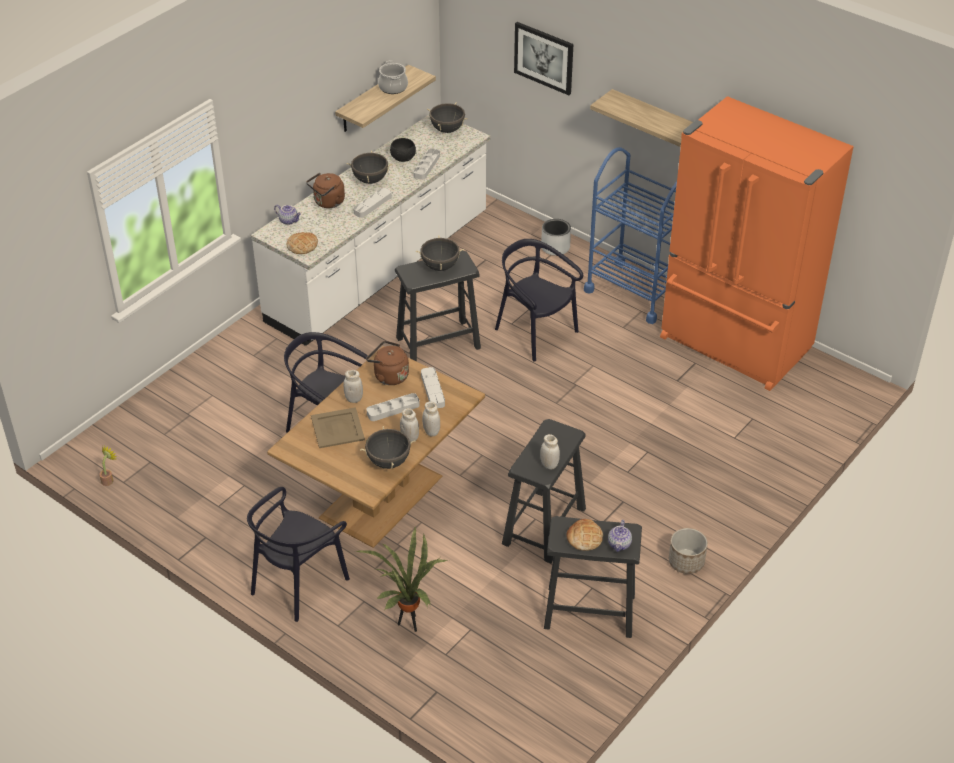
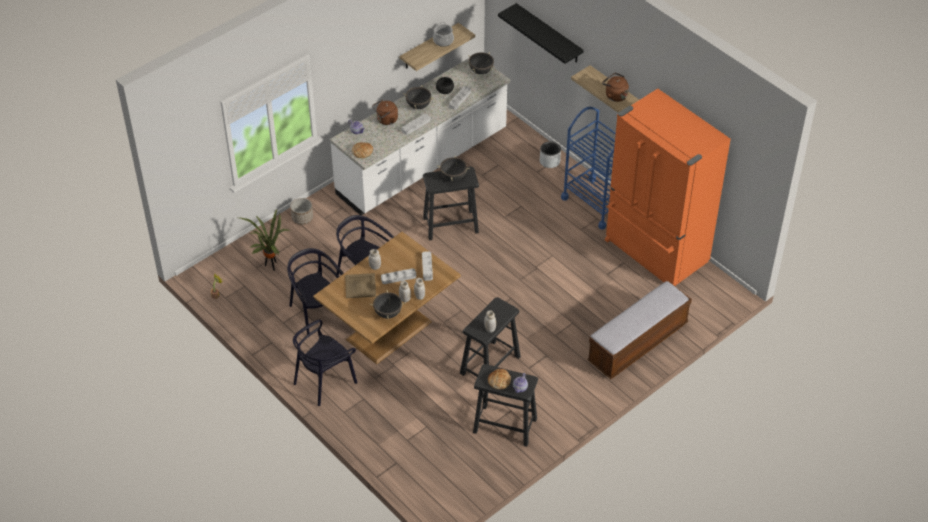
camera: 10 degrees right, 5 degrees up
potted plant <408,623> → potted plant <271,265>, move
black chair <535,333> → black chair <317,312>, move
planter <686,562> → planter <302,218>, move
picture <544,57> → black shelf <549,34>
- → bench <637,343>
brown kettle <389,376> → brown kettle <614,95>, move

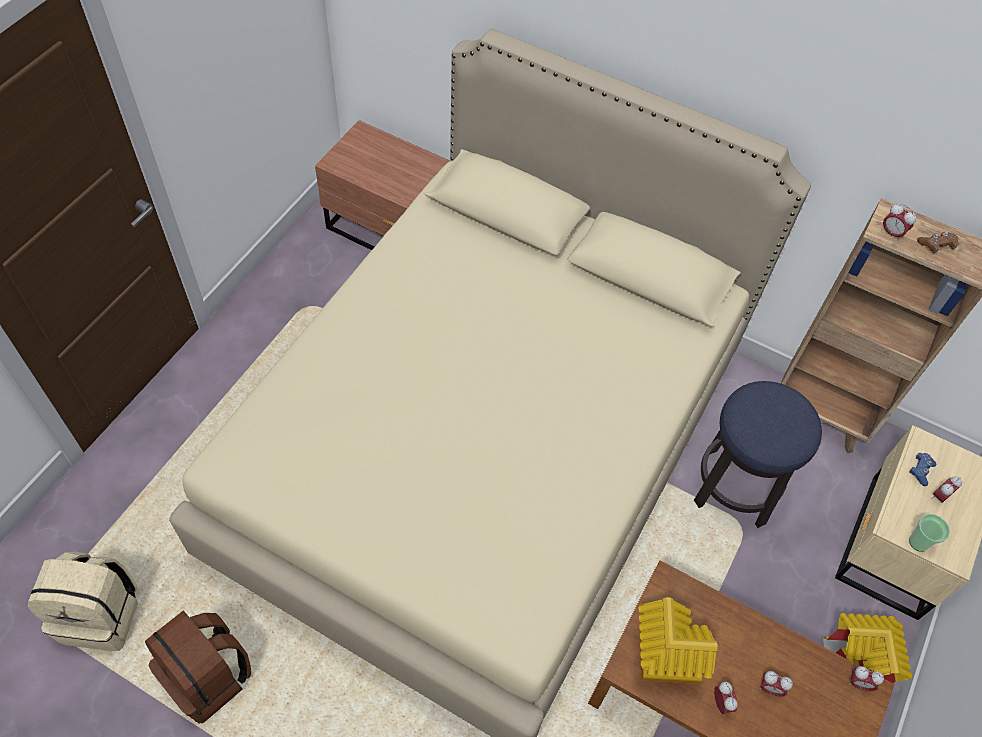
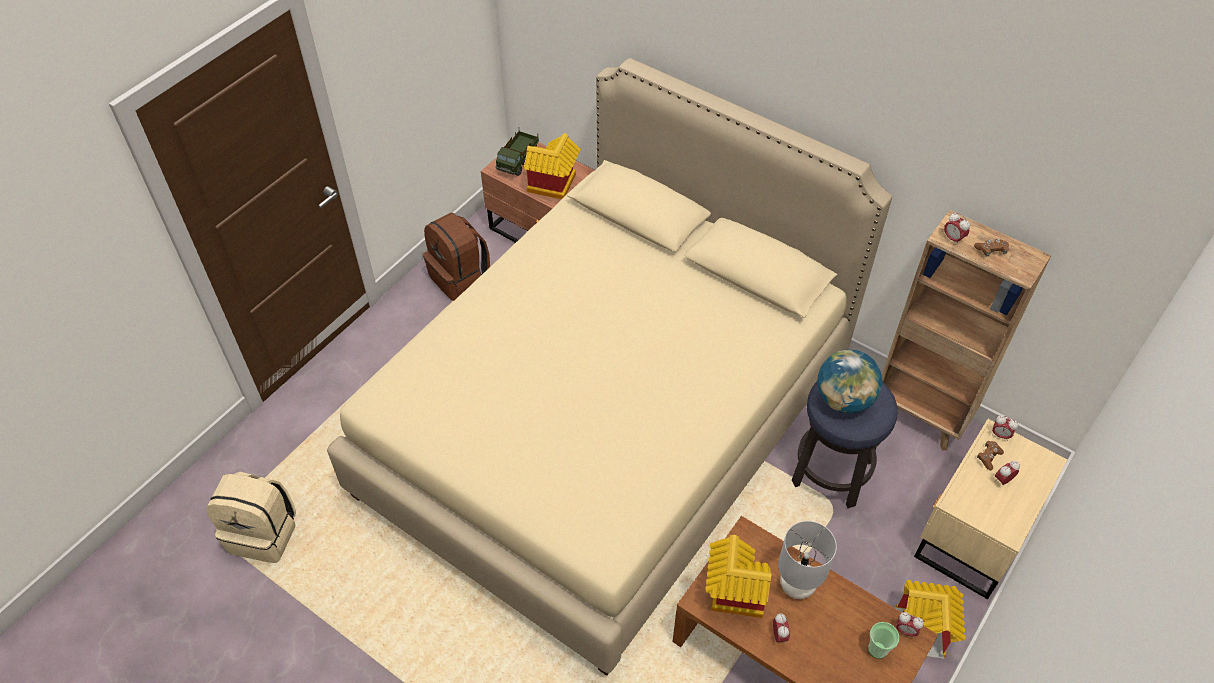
camera: 10 degrees right, 5 degrees down
brown backpack <209,677> → brown backpack <460,278>, move
- → toy truck <518,161>
- → toy house <553,187>
- → grey table lamp <796,586>
- → globe <844,400>
cup <919,542> → cup <877,649>, move
blue game controller <920,470> → brown game controller <988,457>
alarm clock <770,688> → alarm clock <1000,435>, move

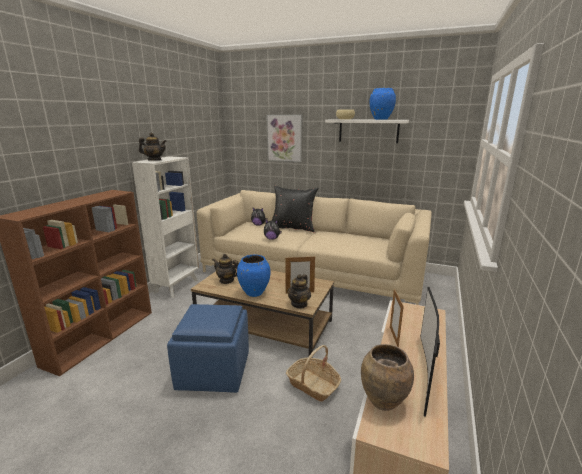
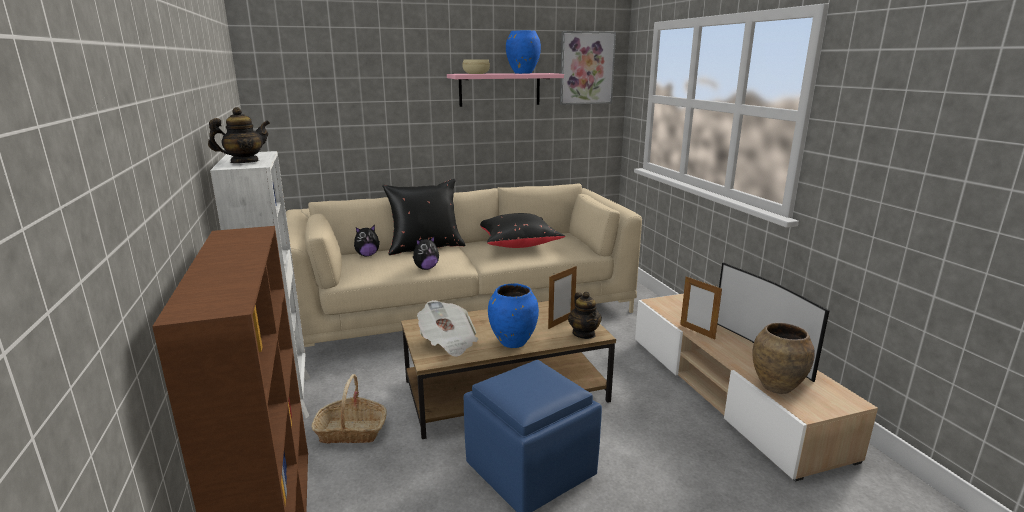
camera: 40 degrees left, 0 degrees up
basket <313,385> → basket <351,431>, move
teapot <226,280> → newspaper <448,342>
white shelf <368,131> → pink shelf <499,89>
- → black pillow <518,244>
picture <285,138> → picture <586,68>, move

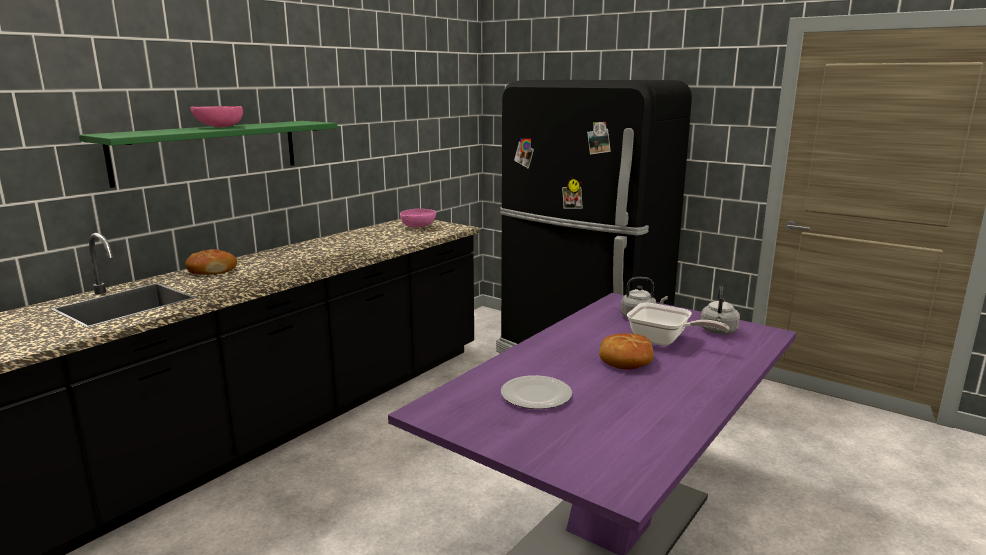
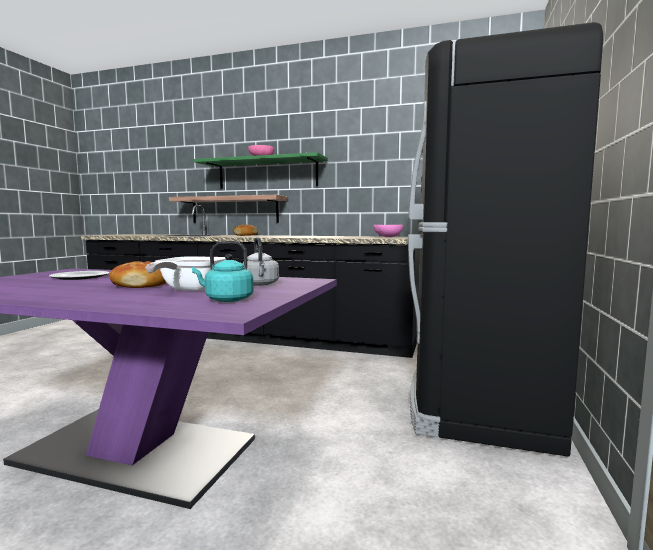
camera: 70 degrees right, 10 degrees down
- → shelf <234,210>
grey kettle <718,331> → turquoise kettle <226,299>

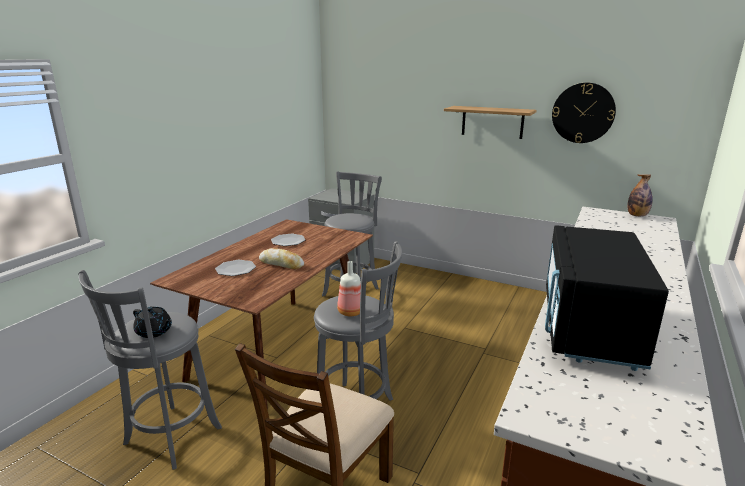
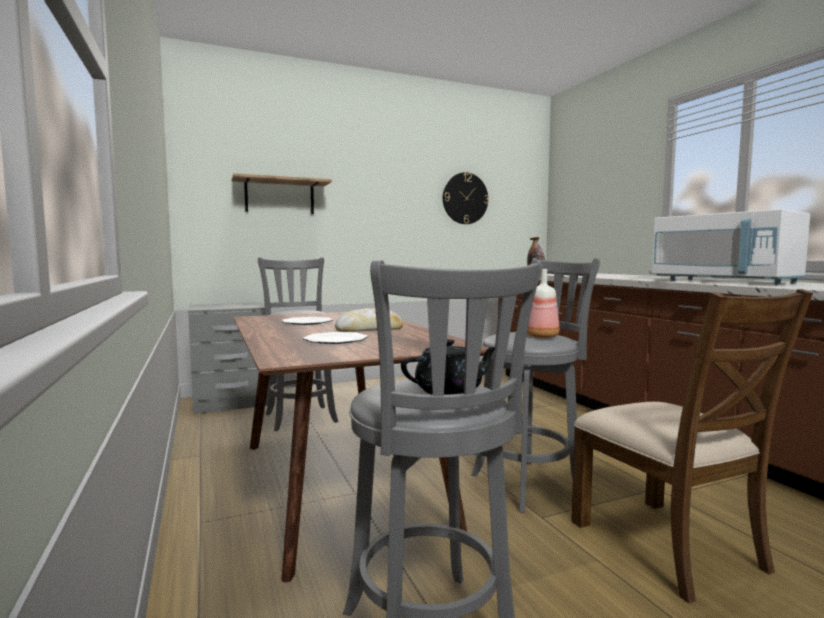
camera: 50 degrees left, 15 degrees down
shelf <492,122> → shelf <279,197>, move
black microwave <588,328> → white microwave <723,282>

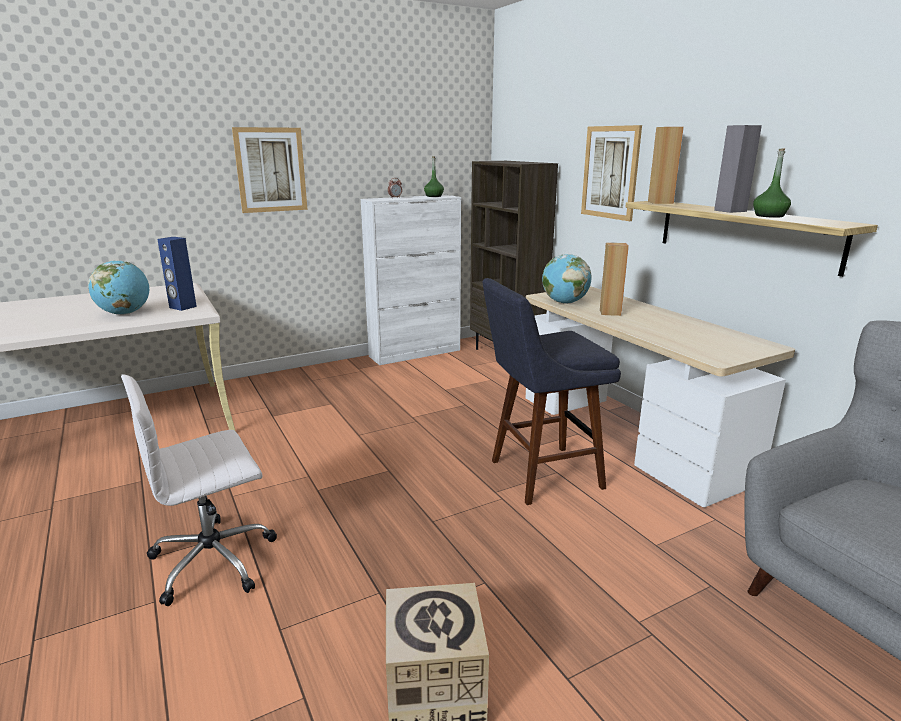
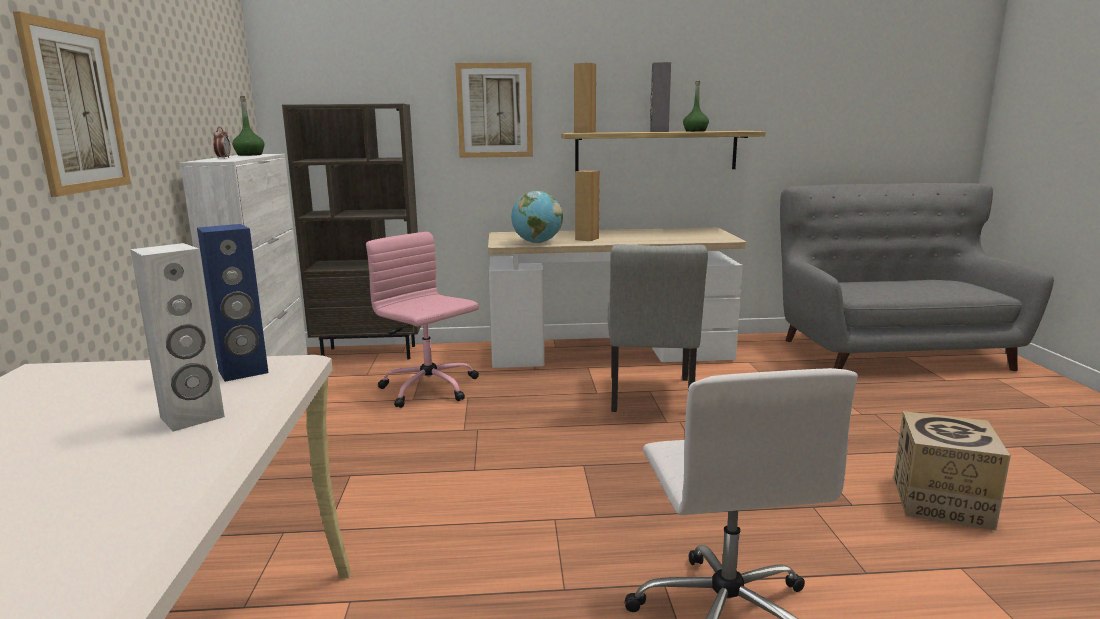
camera: 65 degrees left, 5 degrees down
globe <125,313> → white speaker <192,417>
- → pink office chair <430,389>
blue stool <539,475> → grey chair <650,398>

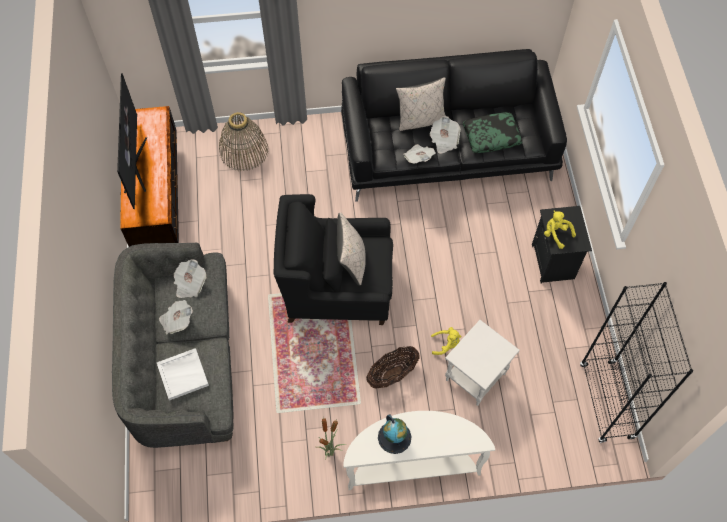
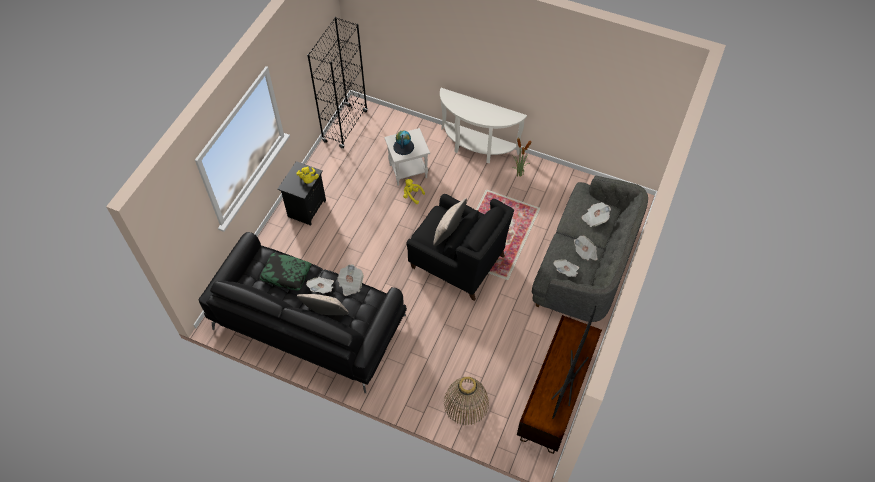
camera: 150 degrees left, 5 degrees down
globe <394,437> → globe <403,146>, move
white tray <183,374> → newspaper <594,218>
basket <392,374> → -

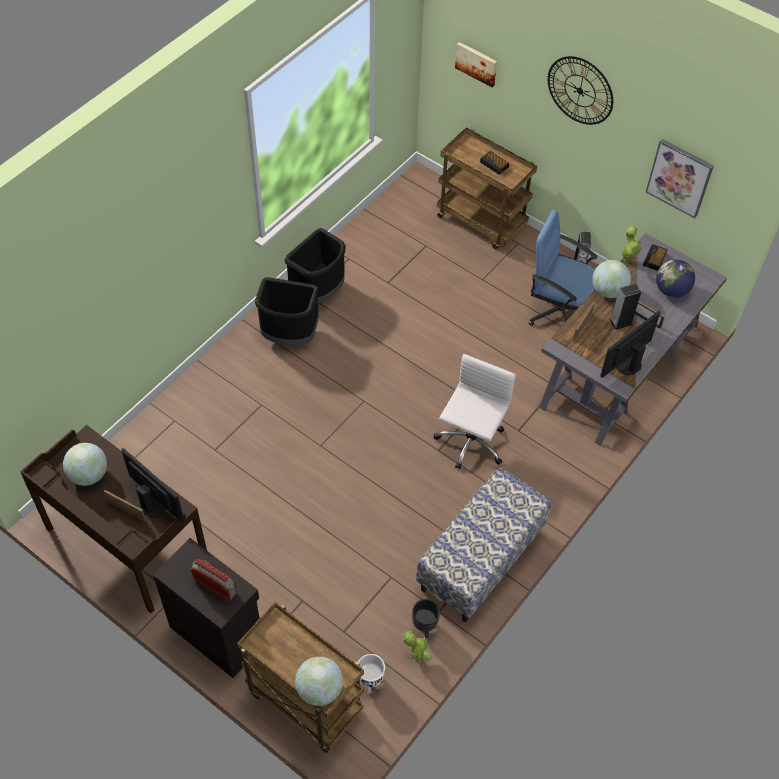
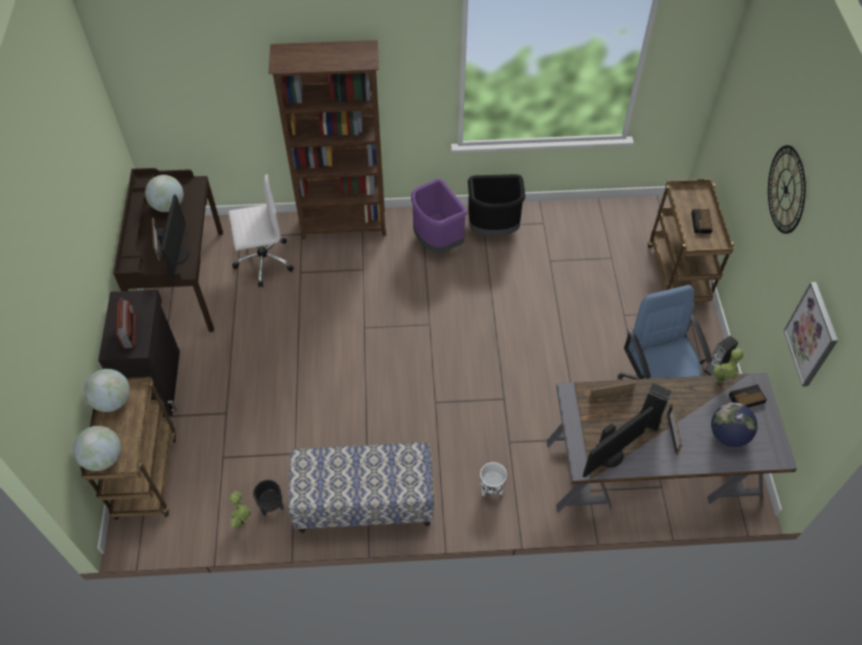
camera: 50 degrees right, 0 degrees up
globe <608,291> → globe <113,401>, move
white office chair <470,443> → white office chair <263,261>, move
- → brown bookcase <344,225>
black trash can <289,336> → purple trash can <437,241>
white planter <371,681> → white planter <491,489>, move
monitor <627,364> → monitor <609,455>, 135 degrees clockwise
picture <477,63> → -

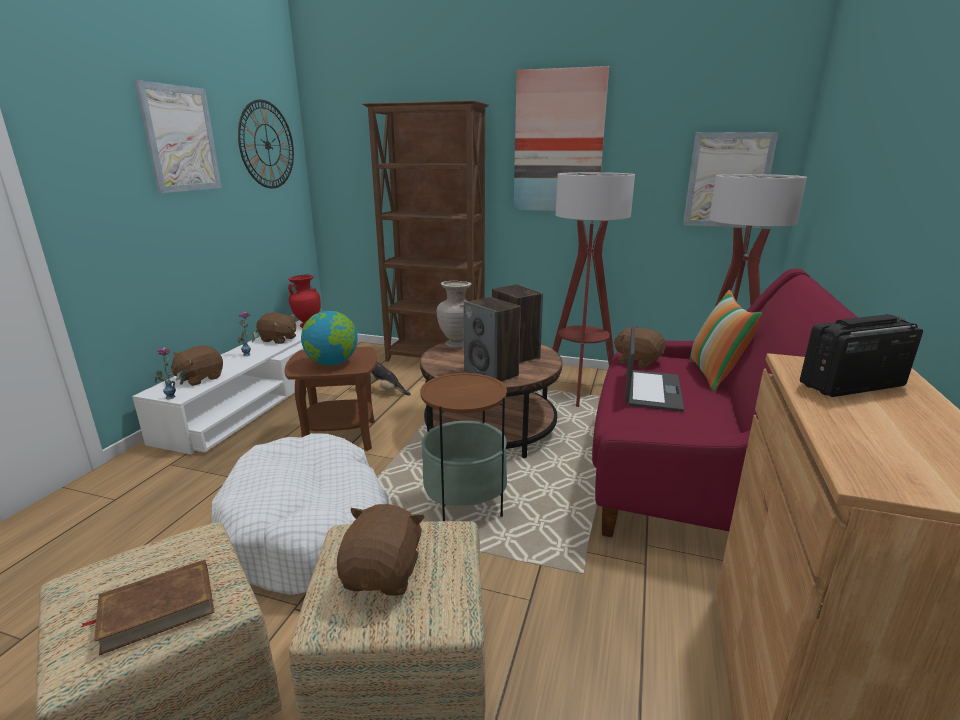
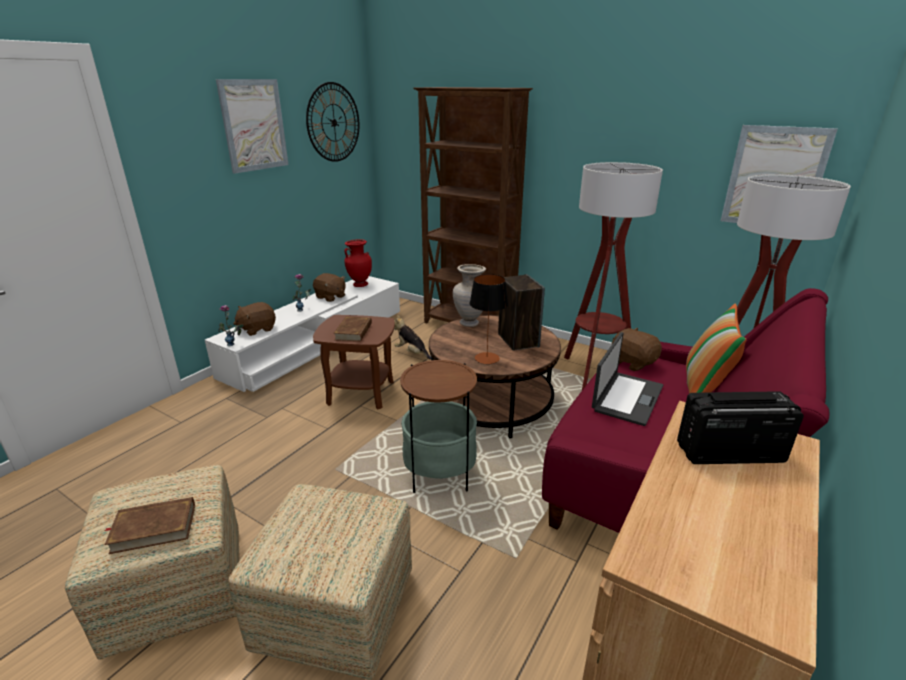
camera: 15 degrees right, 5 degrees up
globe <332,363> → brown book <354,331>
speaker <491,373> → table lamp <487,358>
white dog bed <310,529> → -
brown plush toy <383,574> → -
picture <558,142> → -

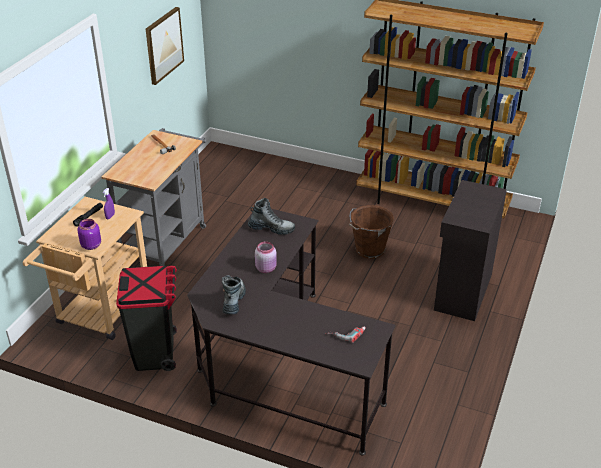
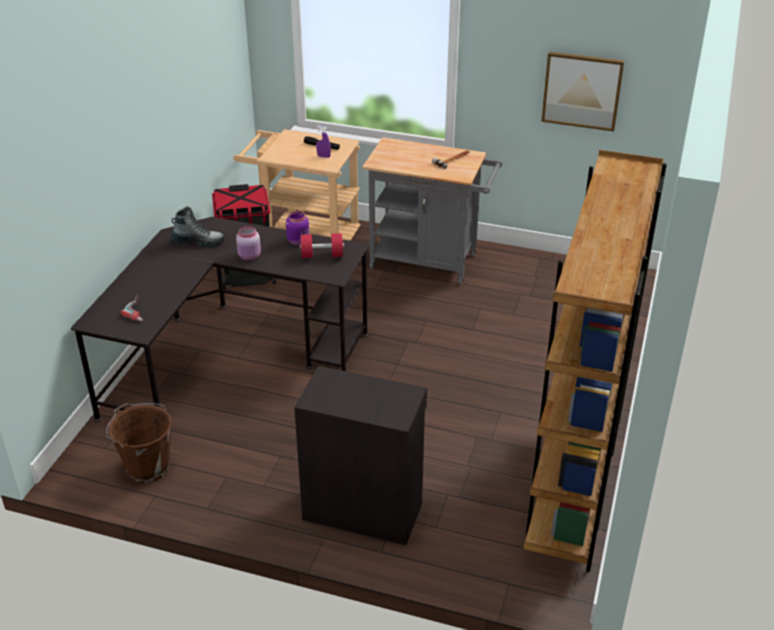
camera: 85 degrees right, 0 degrees up
brown bucket <369,250> → brown bucket <147,466>, move
purple jar <91,245> → purple jar <299,241>, move
boot <271,229> → red dumbbell <322,255>

